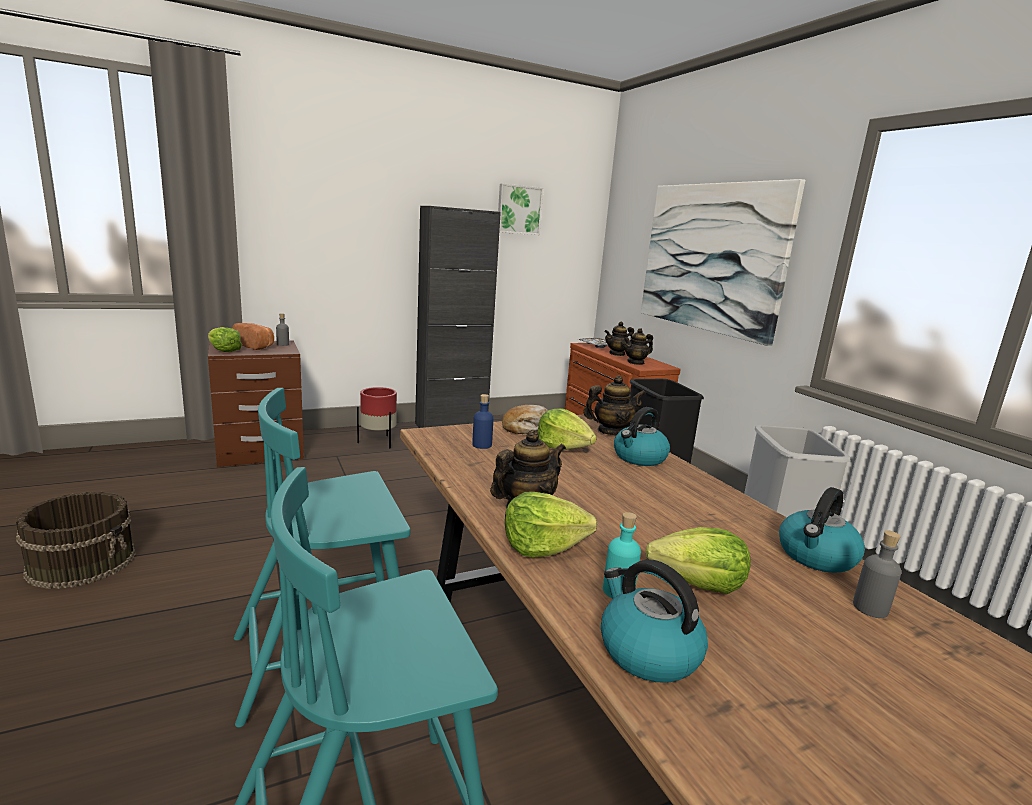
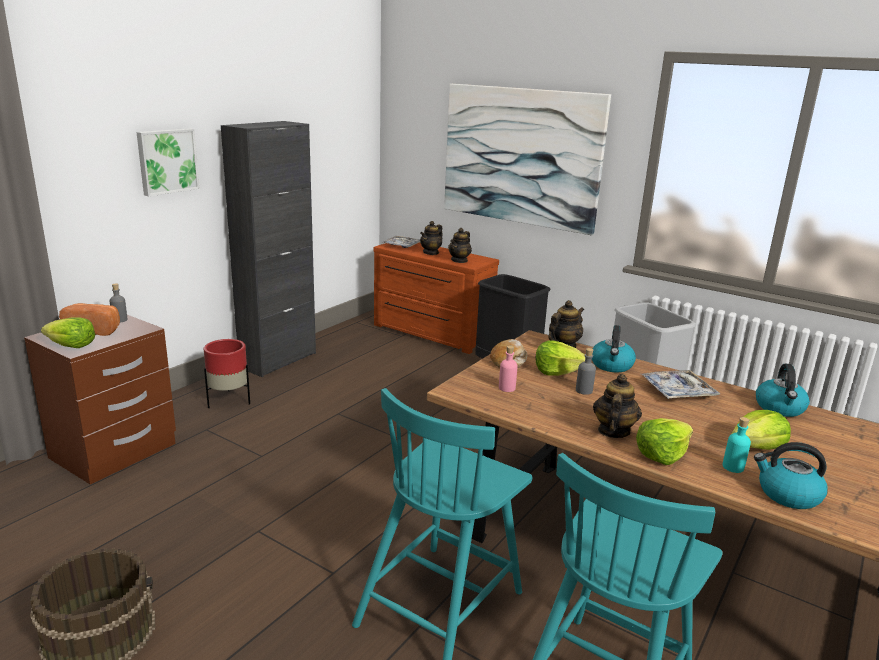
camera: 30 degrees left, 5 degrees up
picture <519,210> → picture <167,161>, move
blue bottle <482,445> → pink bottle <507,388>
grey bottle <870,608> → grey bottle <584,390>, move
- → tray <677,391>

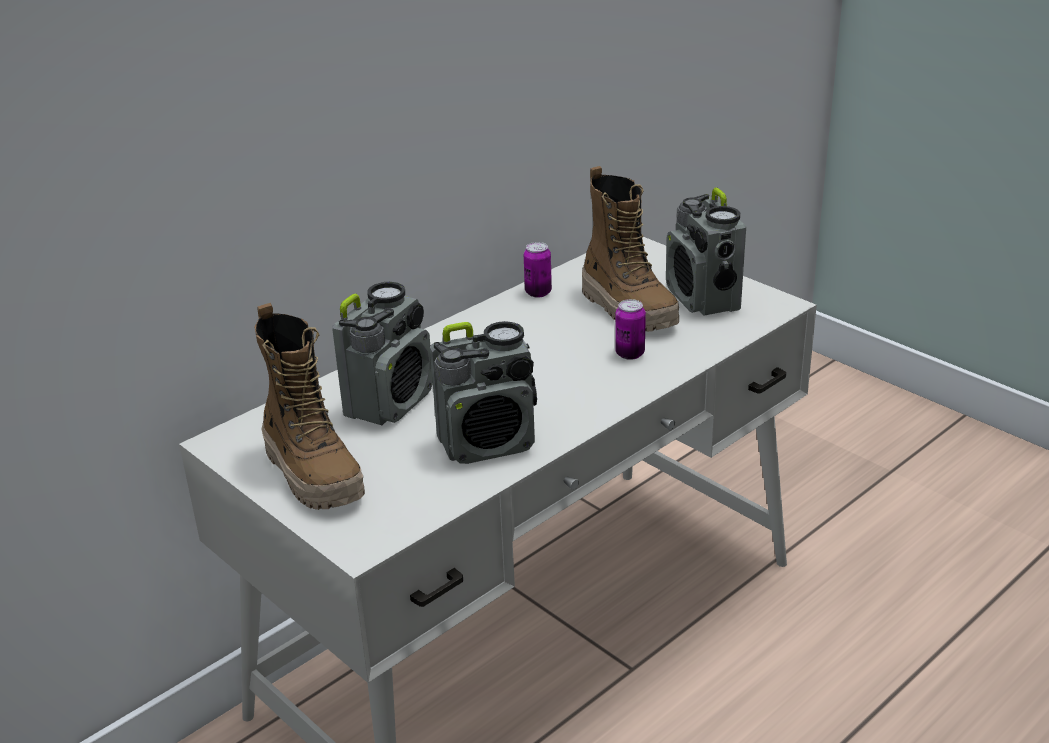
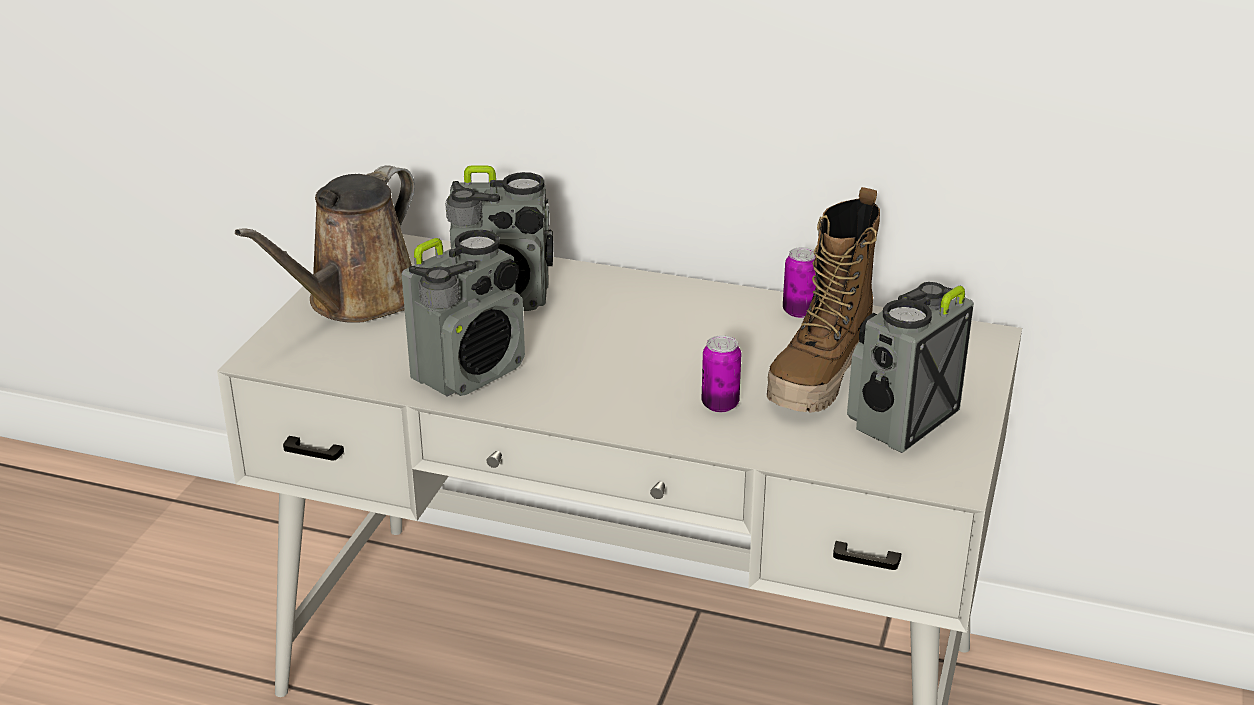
camera: 60 degrees right, 0 degrees up
boot <314,474> → brown watering can <356,301>
radio <488,443> → radio <470,371>, 90 degrees counterclockwise

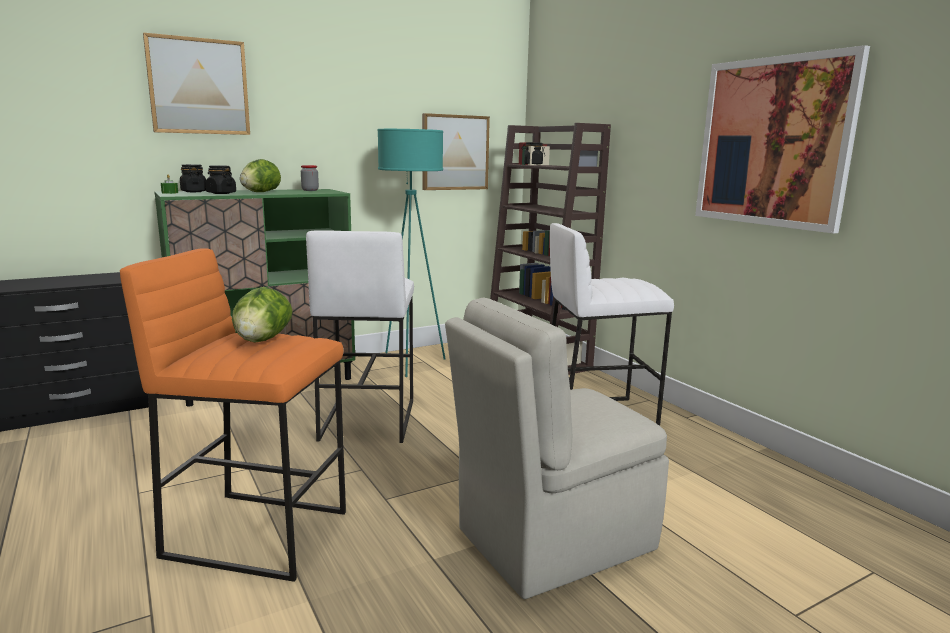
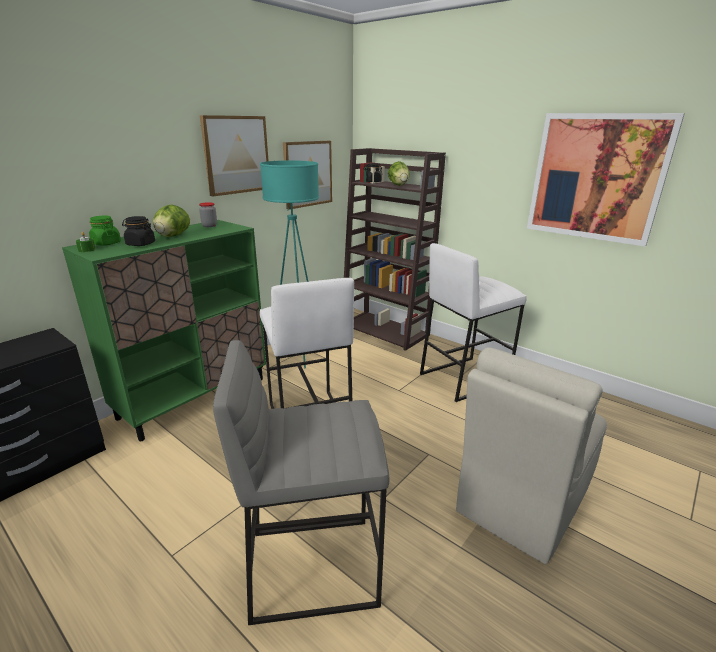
camera: 20 degrees left, 10 degrees up
black jar <193,191> → green jar <106,243>
picture <198,86> → picture <236,155>, move
orange stool <258,532> → grey stool <313,565>
lettuce <262,340> → lettuce <398,185>, move

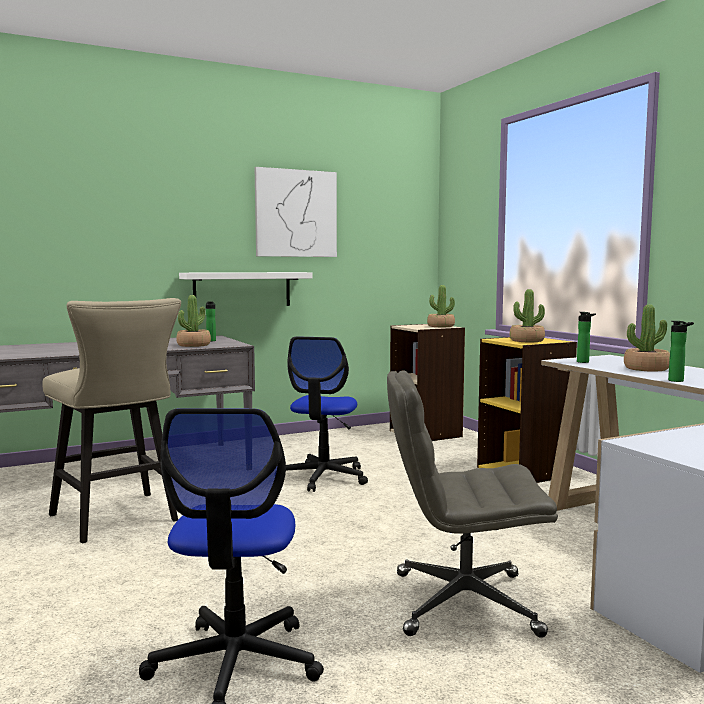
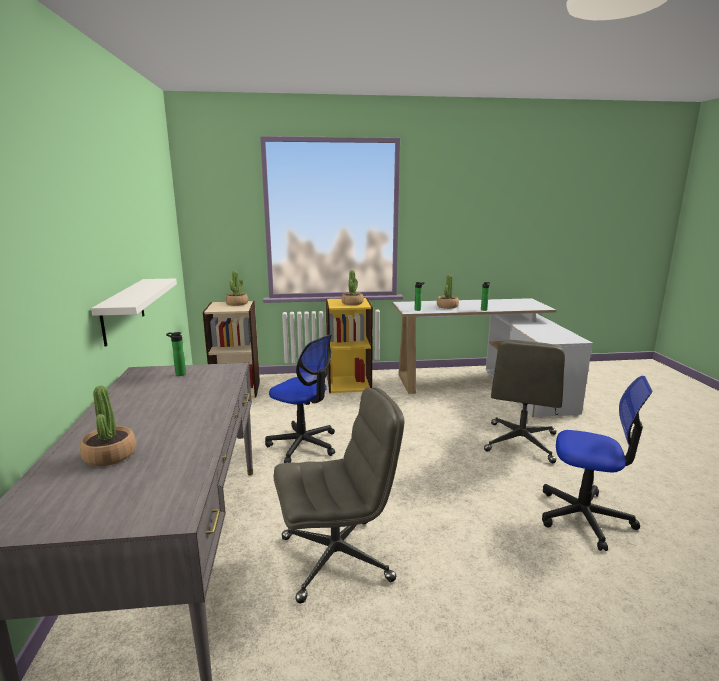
camera: 70 degrees left, 10 degrees up
potted plant <193,345> → potted plant <110,455>, move
beige stool <118,520> → grey office chair <337,557>
picture <296,213> → -

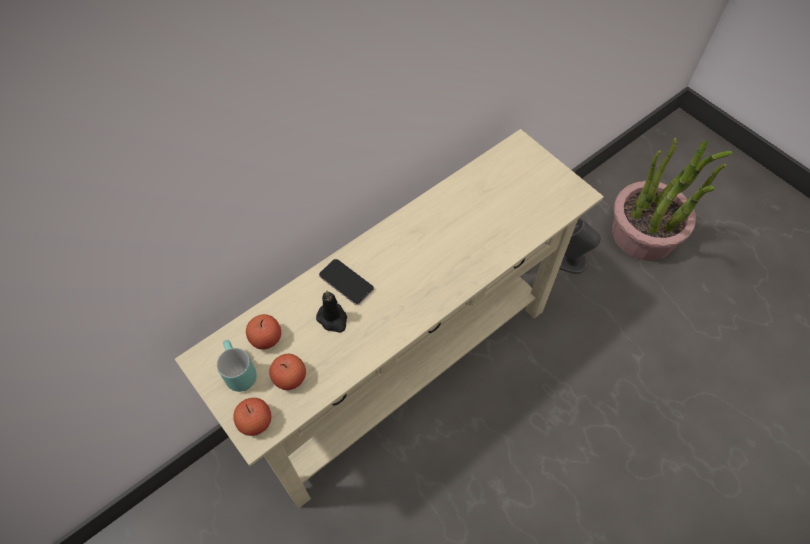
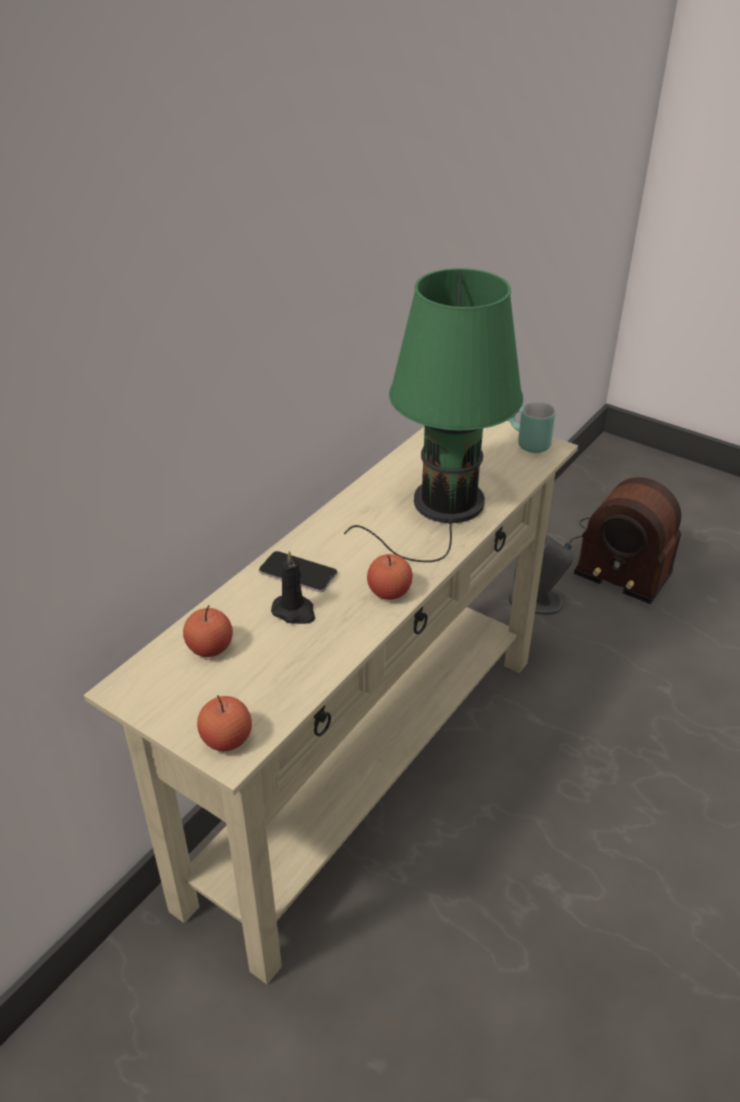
camera: 15 degrees left, 20 degrees down
- → green table lamp <444,507>
apple <290,378> → apple <389,592>, move
turquoise mug <237,372> → turquoise mug <526,443>, move
potted plant <644,234> → radio <617,559>

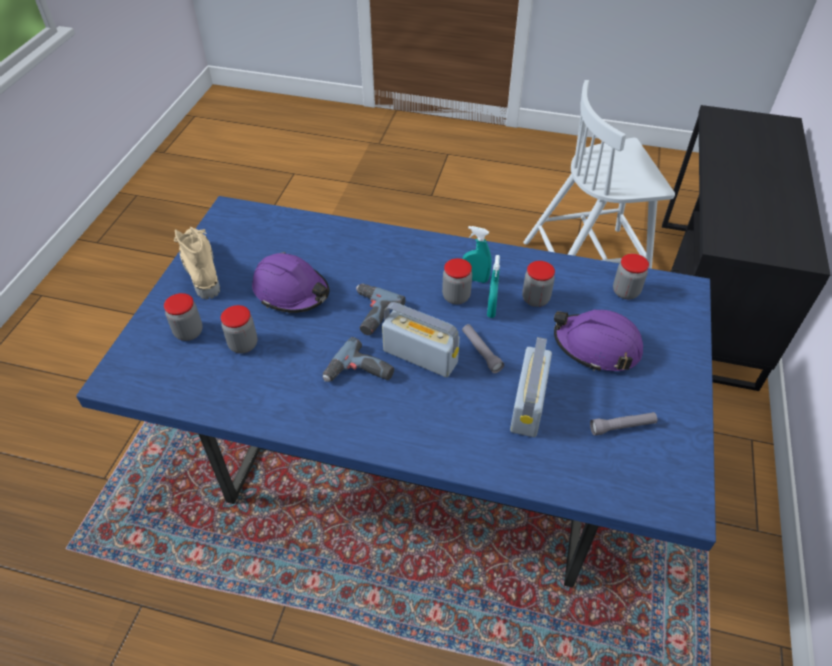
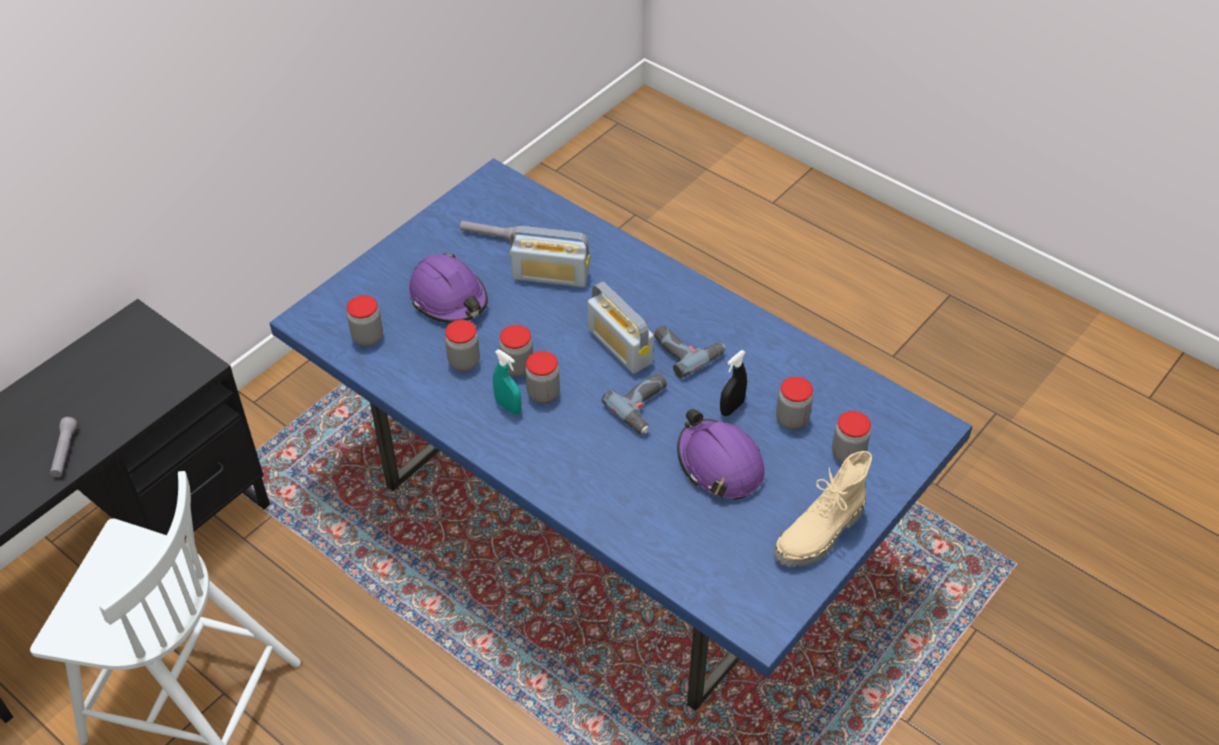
camera: 155 degrees left, 0 degrees up
grey flashlight <481,352> → grey flashlight <65,452>, move
turquoise spray bottle <491,309> → jar <517,367>
radio <528,404> → radio <551,276>, 120 degrees counterclockwise
- → black spray bottle <732,408>
beige boot <200,269> → beige boot <820,535>, 45 degrees clockwise

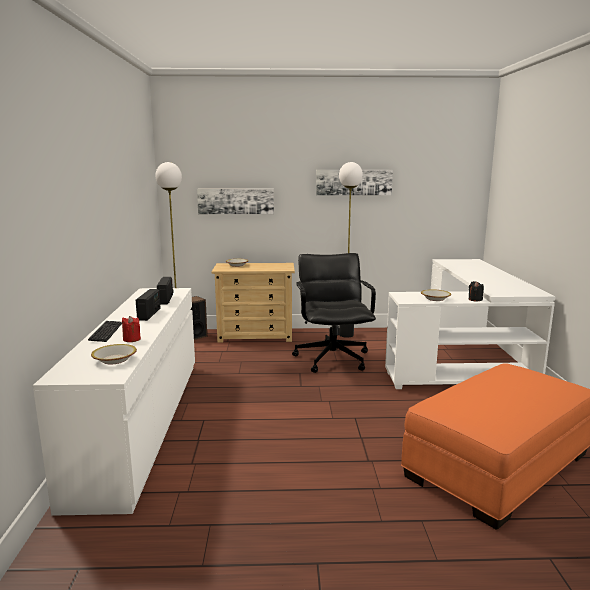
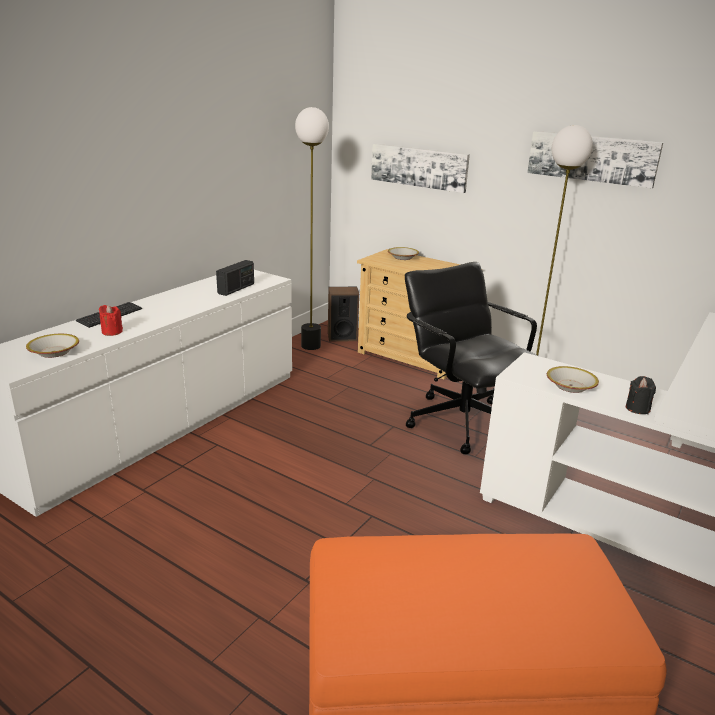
camera: 35 degrees right, 10 degrees up
black office chair <333,358> → black office chair <462,422>, 60 degrees counterclockwise
radio <149,314> → -

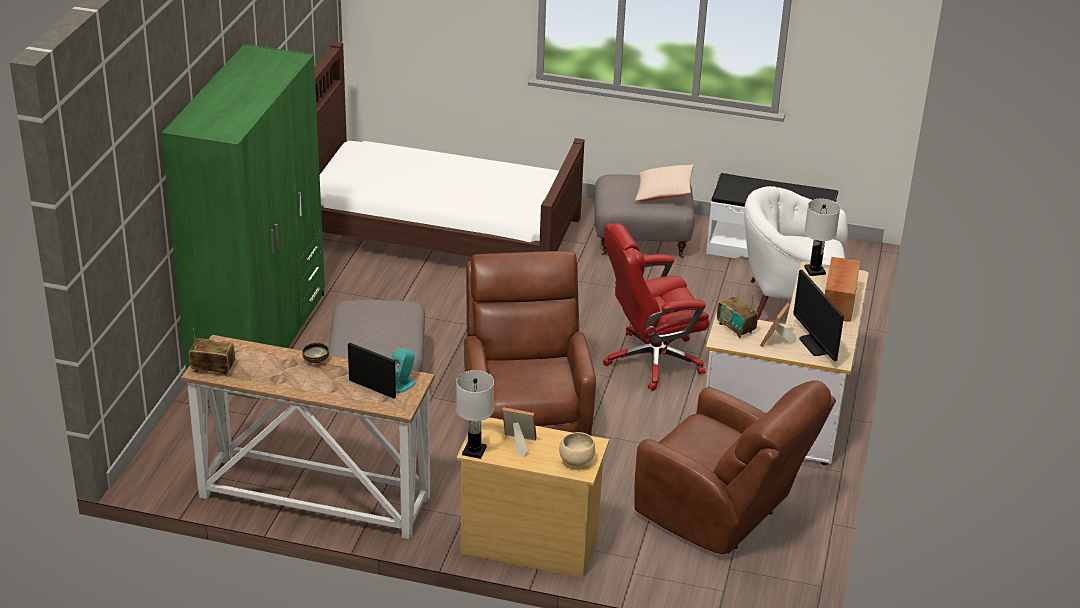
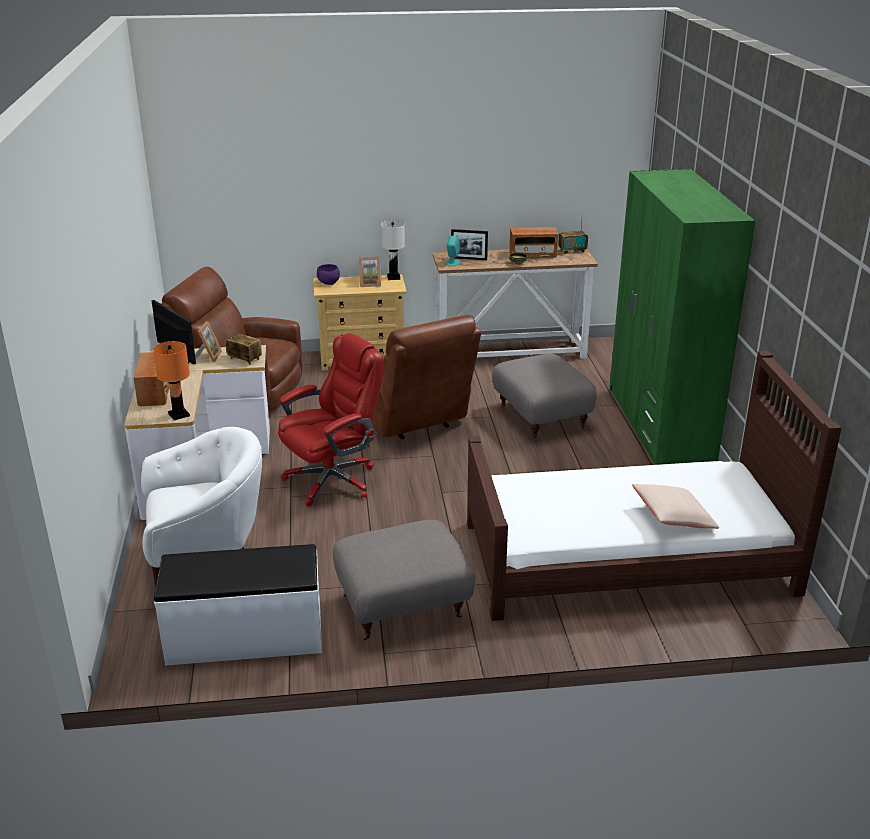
camera: 160 degrees right, 5 degrees down
white table lamp <814,271> → orange table lamp <179,414>
beige bowl <575,461> → purple bowl <329,283>
- → radio <532,255>
beige pillow <663,192> → beige pillow <673,517>, move

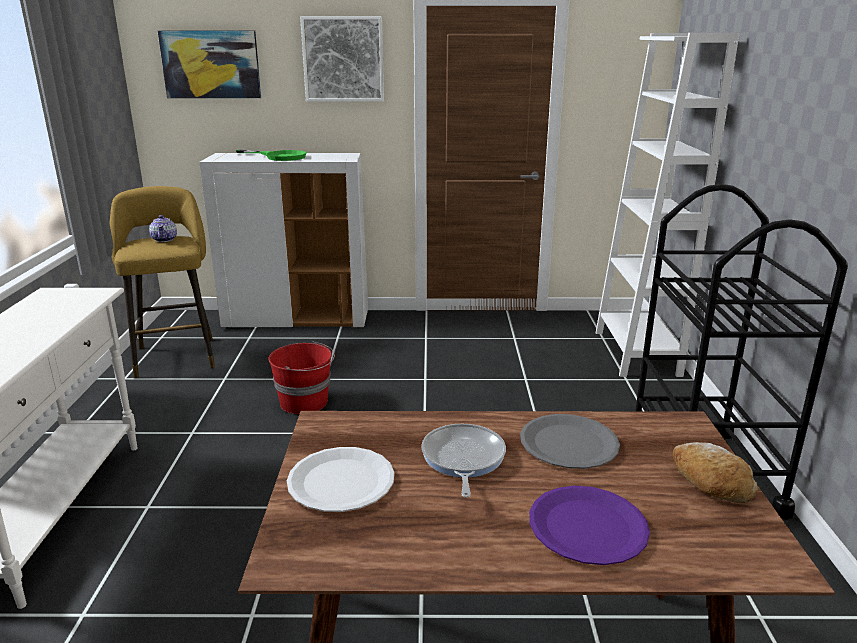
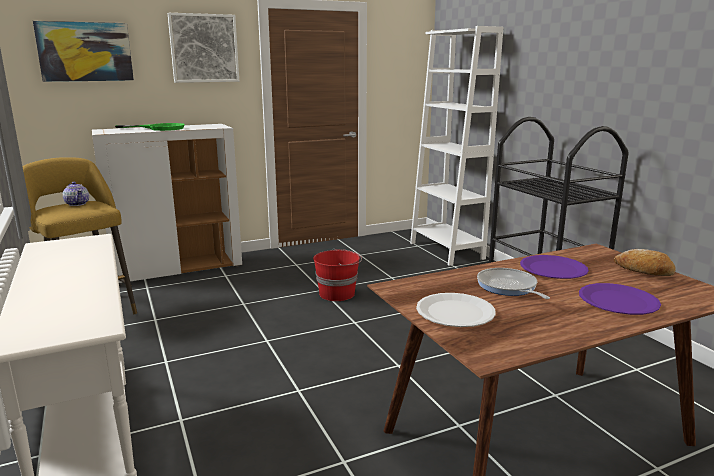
camera: 25 degrees left, 5 degrees down
red bucket <305,402> → red bucket <337,293>, move
grey plate <569,443> → purple plate <553,269>

